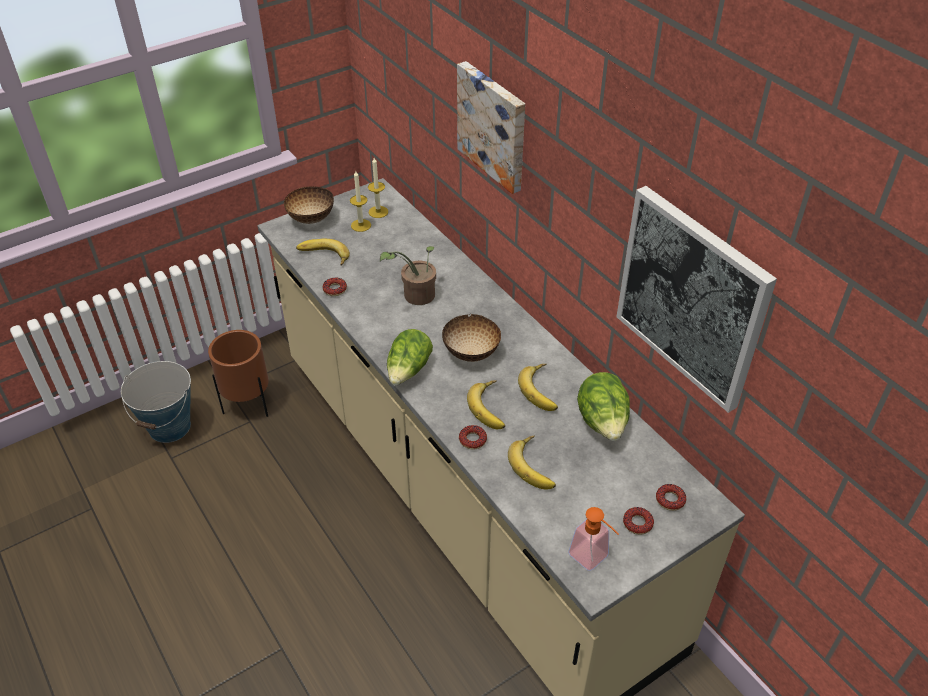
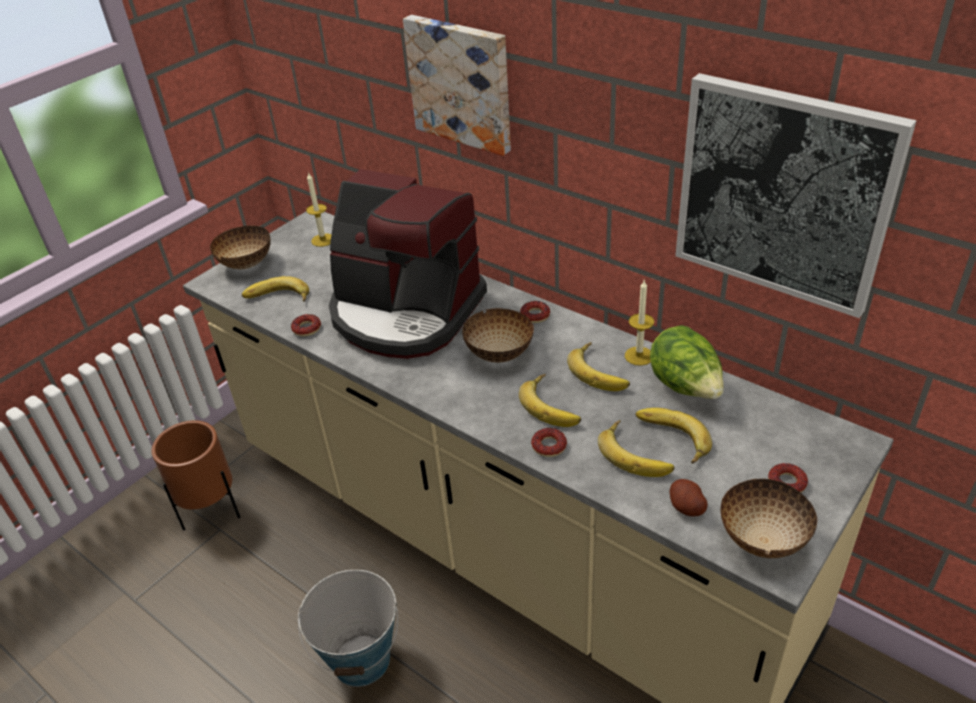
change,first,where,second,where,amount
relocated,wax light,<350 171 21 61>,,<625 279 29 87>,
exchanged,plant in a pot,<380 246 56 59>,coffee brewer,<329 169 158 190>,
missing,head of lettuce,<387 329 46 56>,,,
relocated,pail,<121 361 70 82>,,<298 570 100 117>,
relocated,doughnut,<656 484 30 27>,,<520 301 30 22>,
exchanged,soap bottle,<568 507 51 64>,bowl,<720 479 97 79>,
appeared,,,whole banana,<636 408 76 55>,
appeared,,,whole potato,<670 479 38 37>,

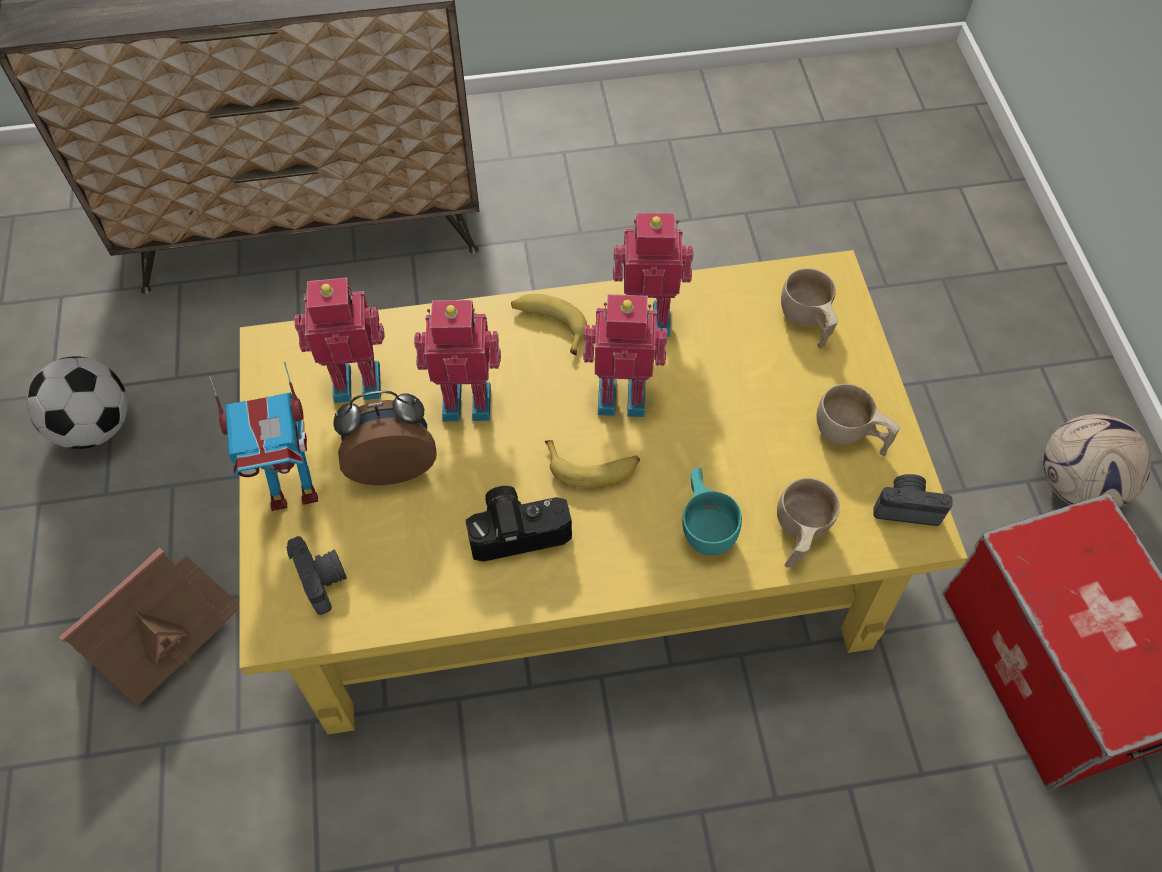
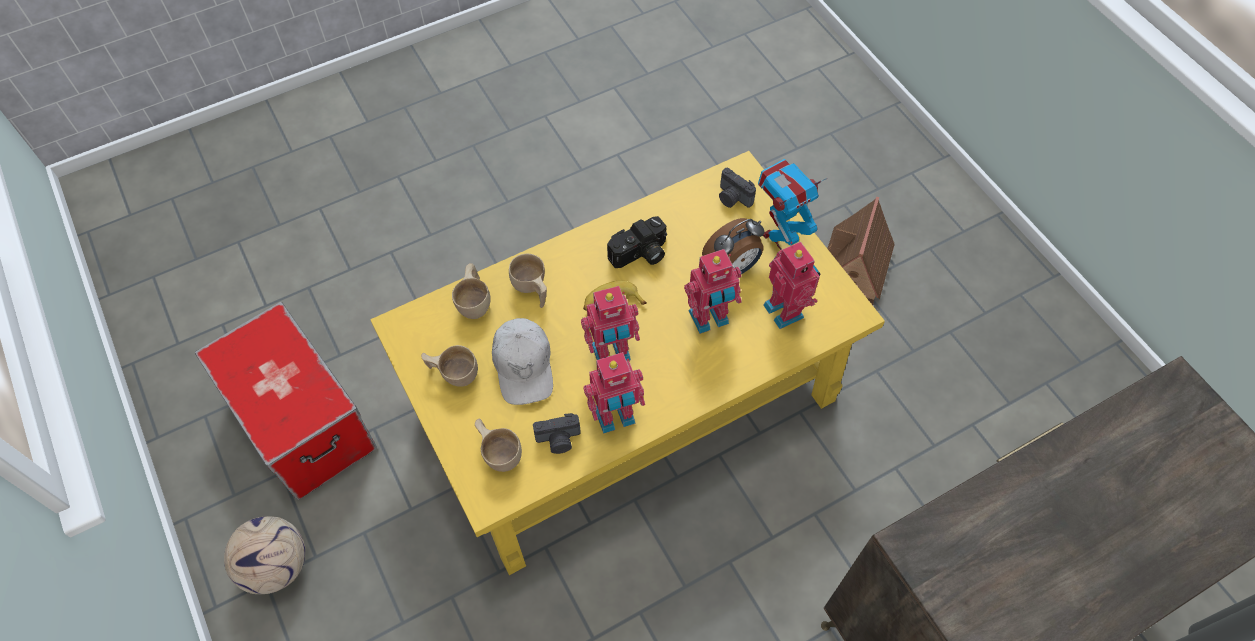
change,first,where,second,where,amount
spun,model robot,<294 277 90 126>,,<764 242 56 87>,90 degrees counterclockwise
missing,whole banana,<511 294 76 61>,,,
missing,ball for football,<27 356 101 93>,,,
colour,drinking cup (turquoise),<682 467 60 89>,drinking cup (sand-coloured),<509 254 38 54>,
relocated,still camera,<873 474 80 52>,,<533 413 48 41>,
appeared,,,cap (white),<492 318 61 87>,

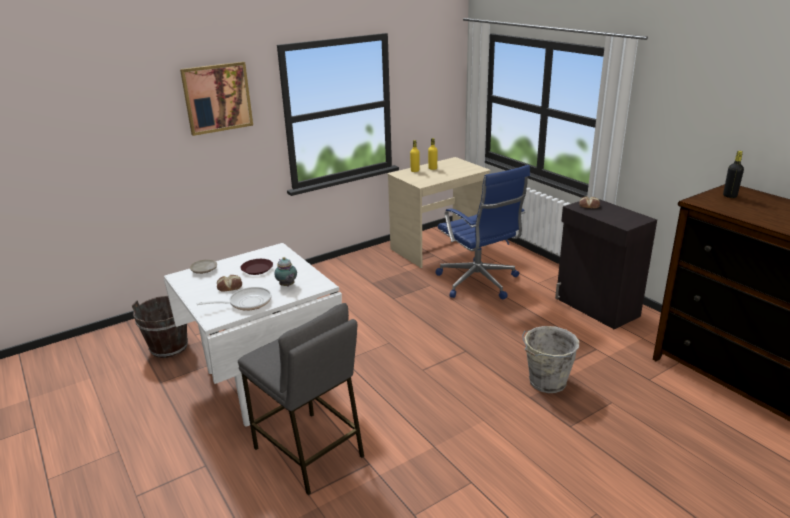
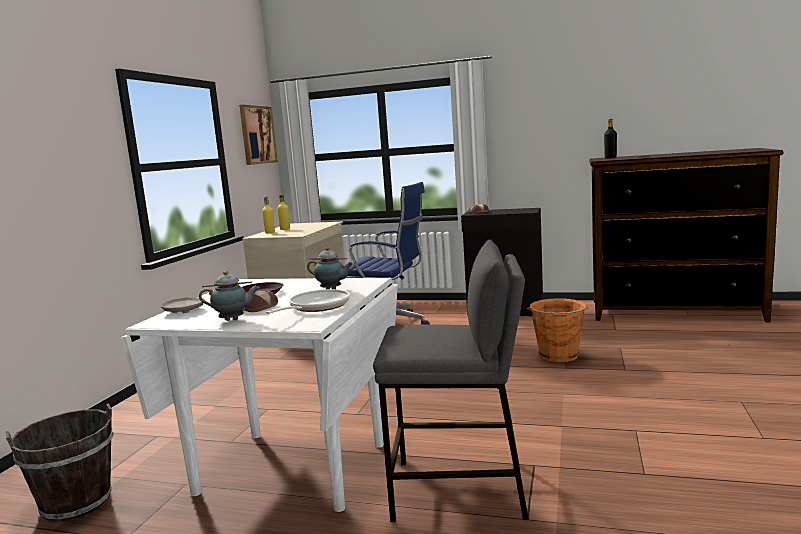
change,first,where,second,where,amount
relocated,wall art,<180 62 73 74>,,<239 105 39 60>,
colour,pail (gray),<522 326 57 67>,pail (orange-coloured),<527 298 62 64>,
appeared,,,pot for tea,<199 271 61 50>,

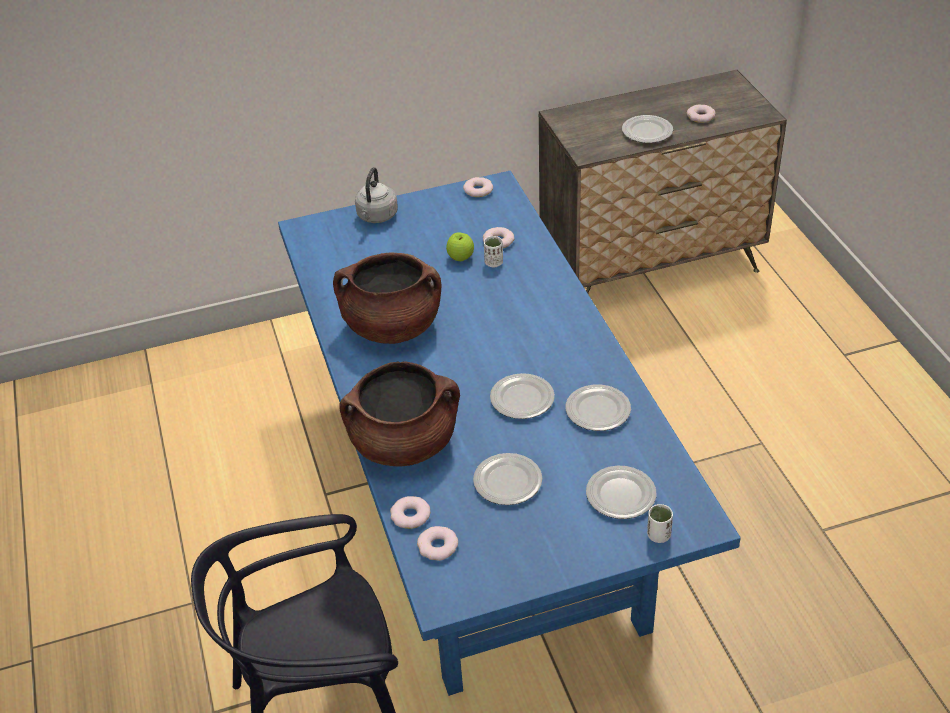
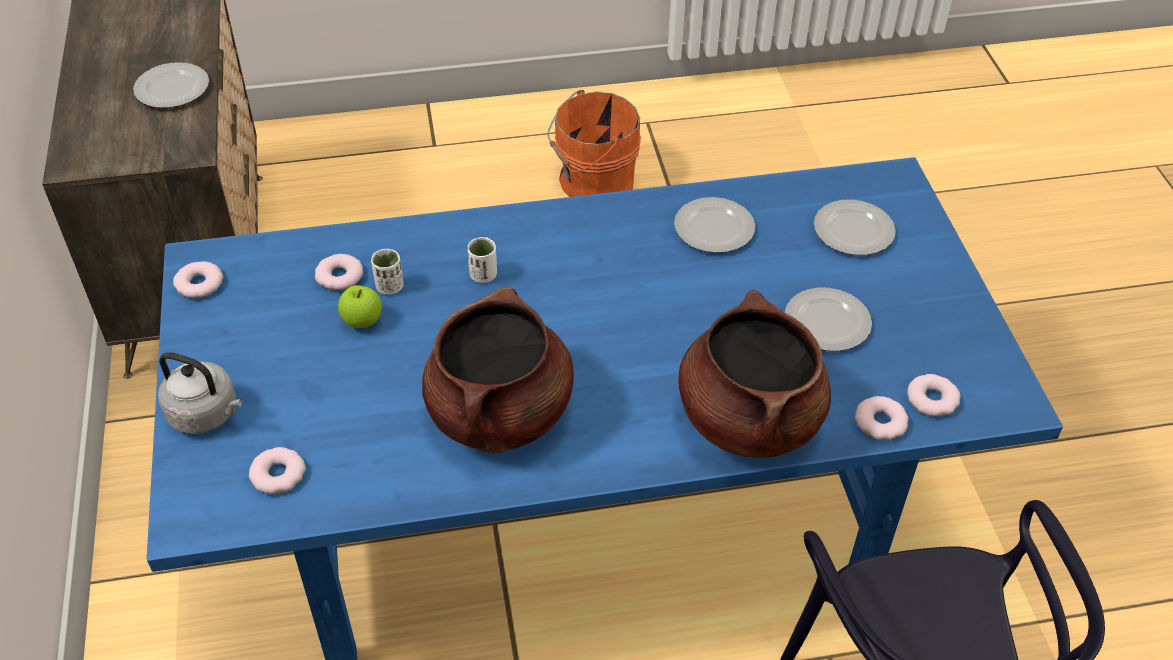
change,first,where,second,where,amount
relocated,doughnut,<687 105 29 18>,,<249 447 57 47>,
missing,plate,<490 373 65 46>,,,
relocated,drinking cup (white),<647 504 26 39>,,<467 237 30 46>,
appeared,,,pail (orange-coloured),<547 89 94 108>,

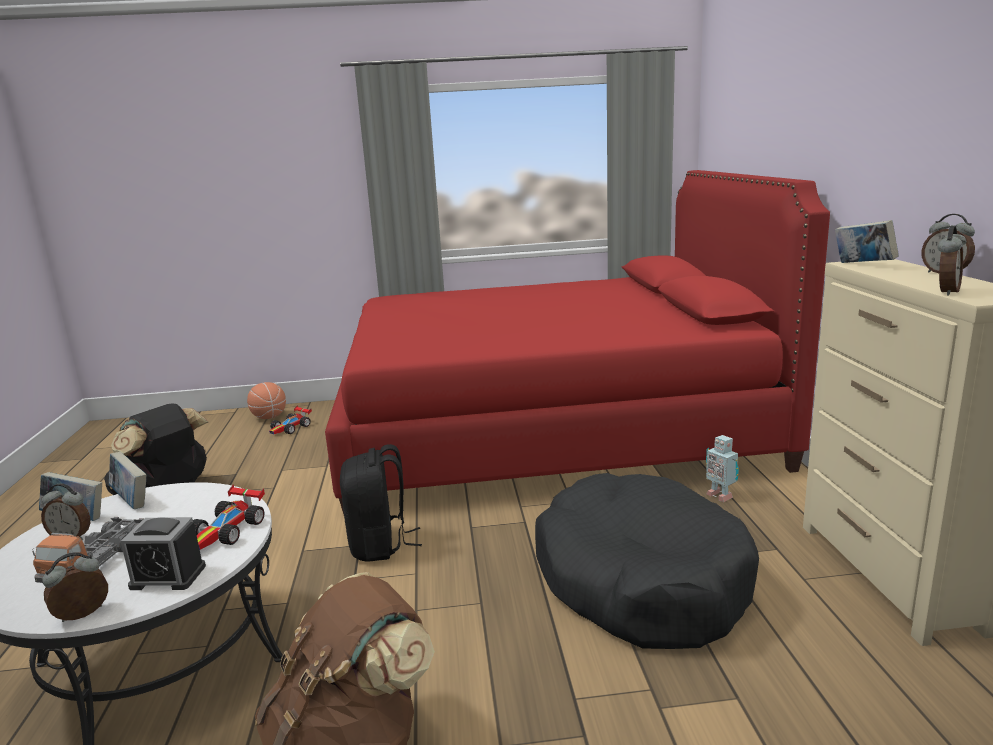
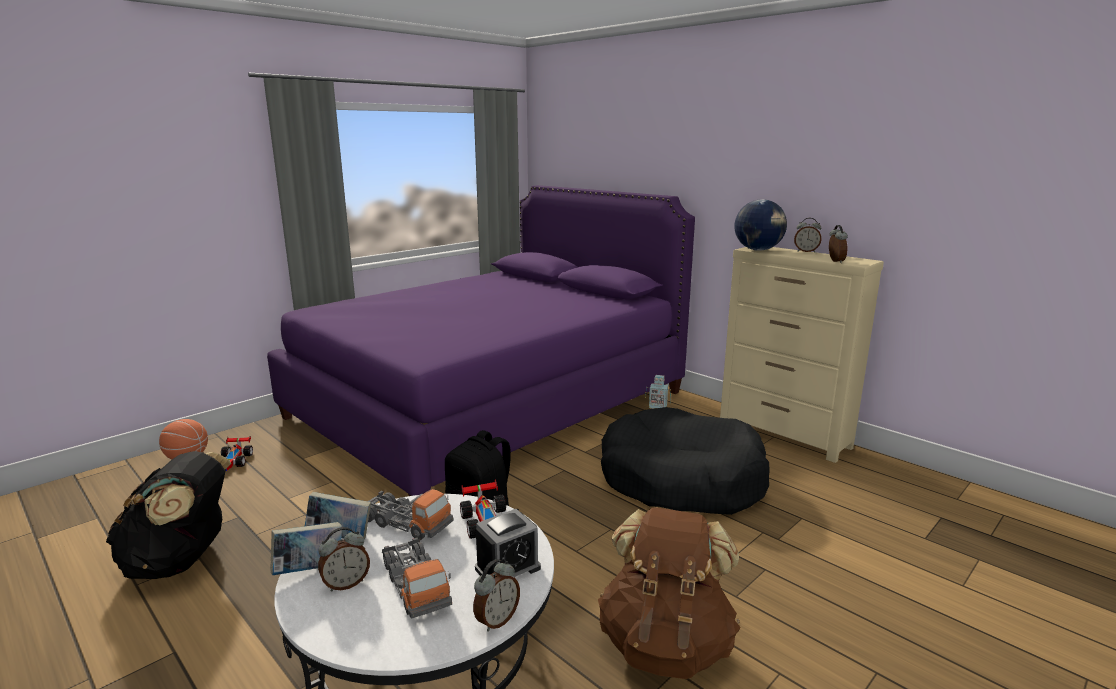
change,first,where,second,where,amount
colour,bed (reddish),<325 170 505 344>,bed (purplish),<267 185 428 311>,
exchanged,volume,<835 220 64 43>,world globe,<734 199 53 52>,
spun,bedside clock,<42 552 66 70>,,<473 559 47 73>,150 degrees counterclockwise
appeared,,,toy lorry,<368 489 86 51>,

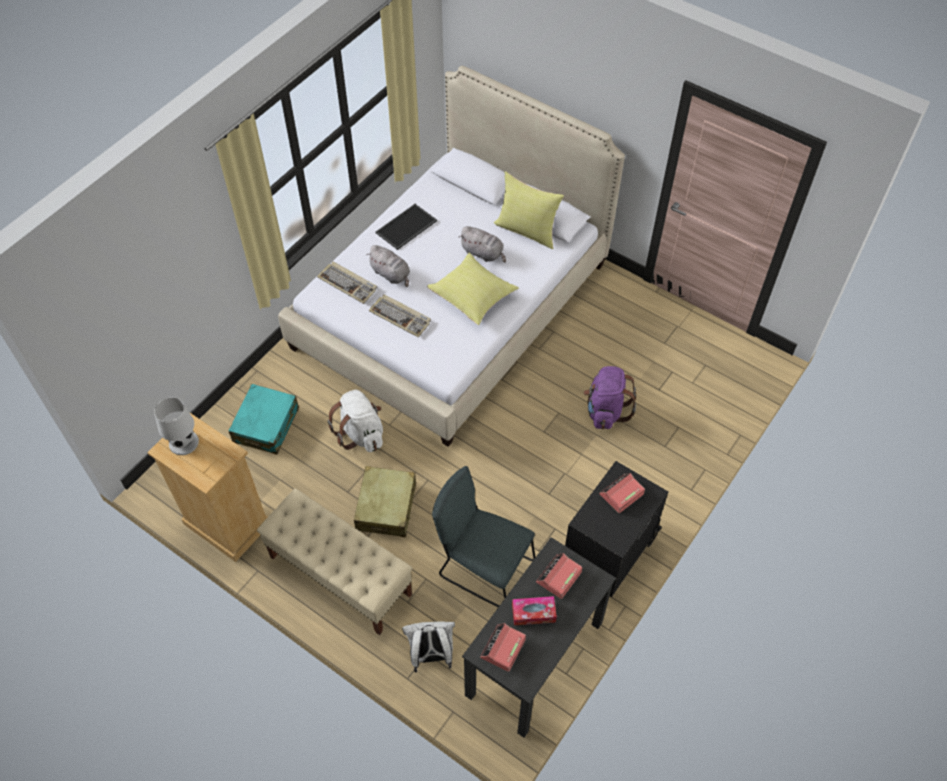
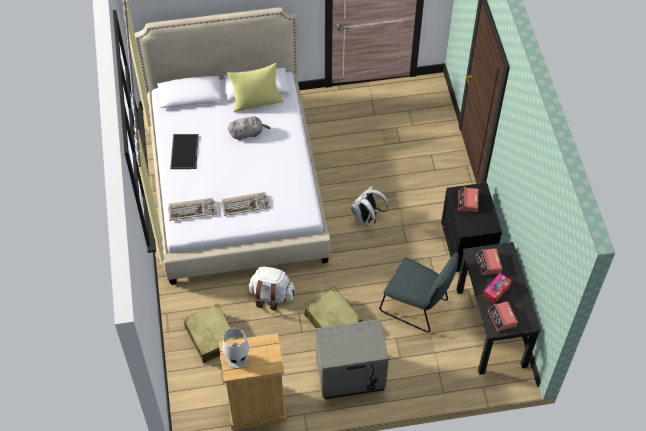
change,first,where,second,where,amount
missing,cuddly toy (gray),<366 245 44 42>,,,
missing,throw pillow (yellowish),<427 253 92 72>,,,
missing,knapsack (purplish),<584 366 52 63>,,,
colour,suitcase (turquoise),<229 384 70 71>,suitcase (sand-coloured),<183 304 54 59>,
spun,upright chair (gray),<432 466 104 141>,,<379 252 80 80>,135 degrees counterclockwise
exchanged,long seat (sand-coloured),<257 488 155 147>,nightstand (gray),<316 319 73 80>,
relocated,knapsack (white),<402 621 53 51>,,<351 186 37 40>,

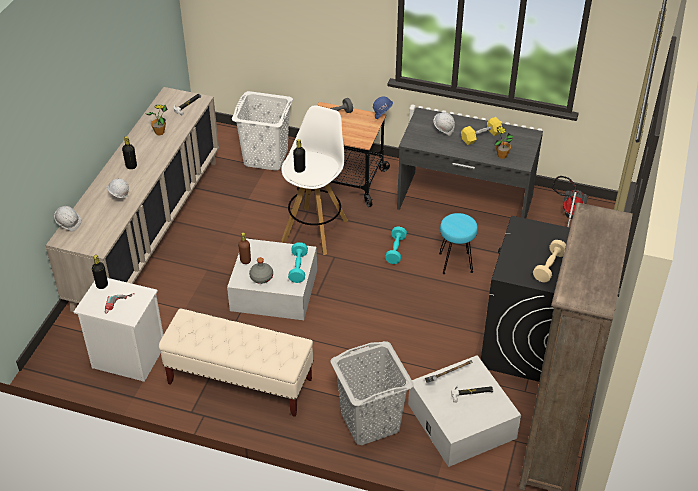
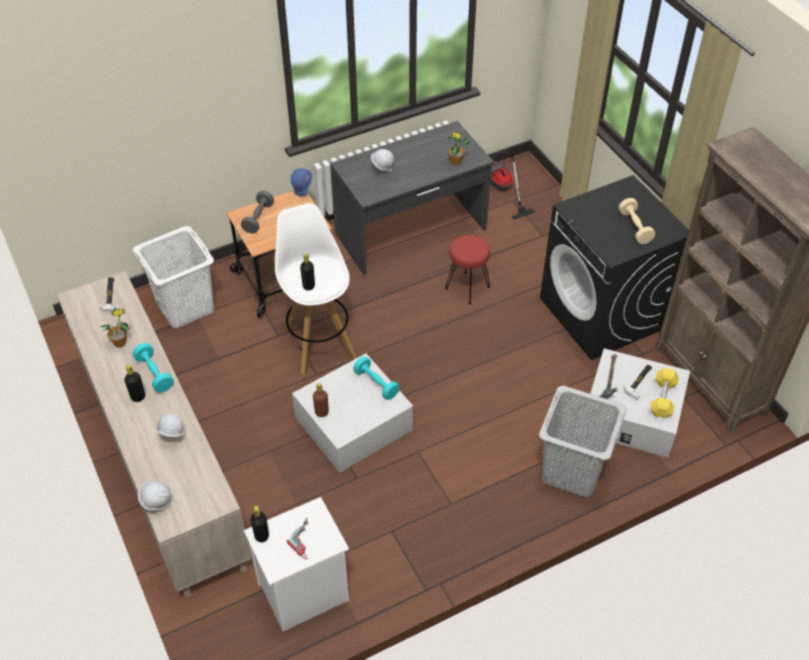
change,first,where,second,where,amount
relocated,hand weight (yellowish),<461 117 41 28>,,<650 368 29 50>,
colour,stool seat (turquoise),<439 213 39 61>,stool seat (reddish),<445 235 45 70>,
relocated,hand weight (turquoise),<385 227 22 37>,,<132 343 42 49>,
missing,drink bottle (gray),<249 257 24 27>,,,
missing,long seat (sand-coloured),<159 308 155 109>,,,

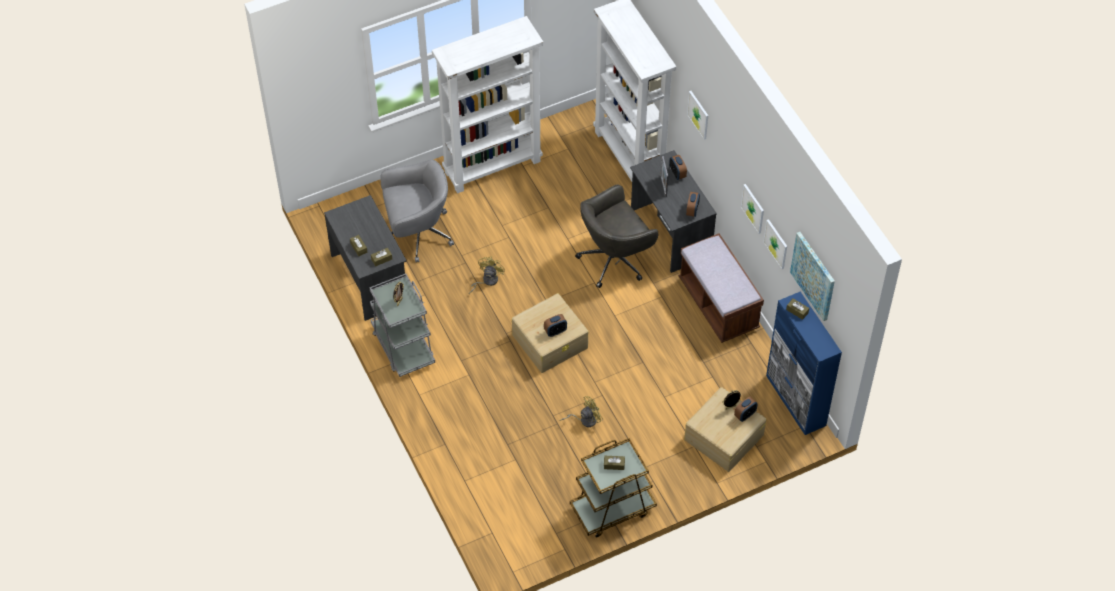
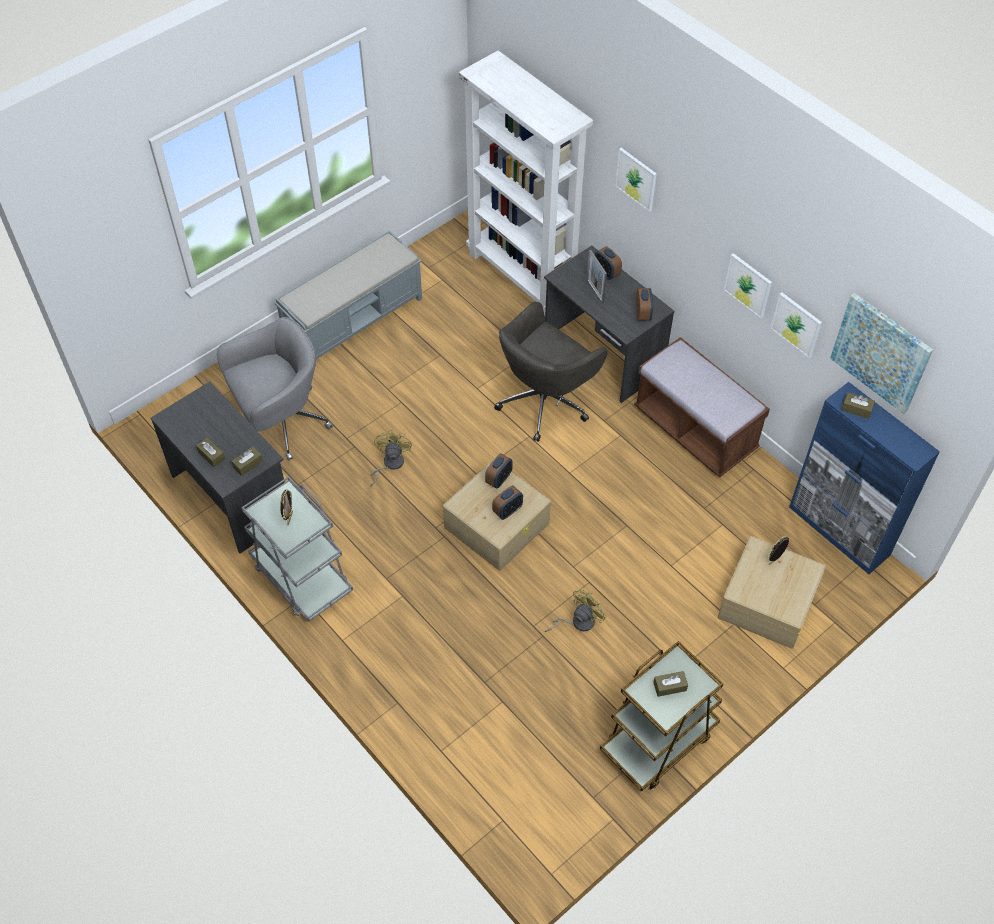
change,first,where,second,where,amount
exchanged,bookshelf (white),<432 16 111 177>,long seat (gray),<275 230 147 136>,
relocated,bedside clock,<734 397 24 25>,,<485 453 28 36>,

